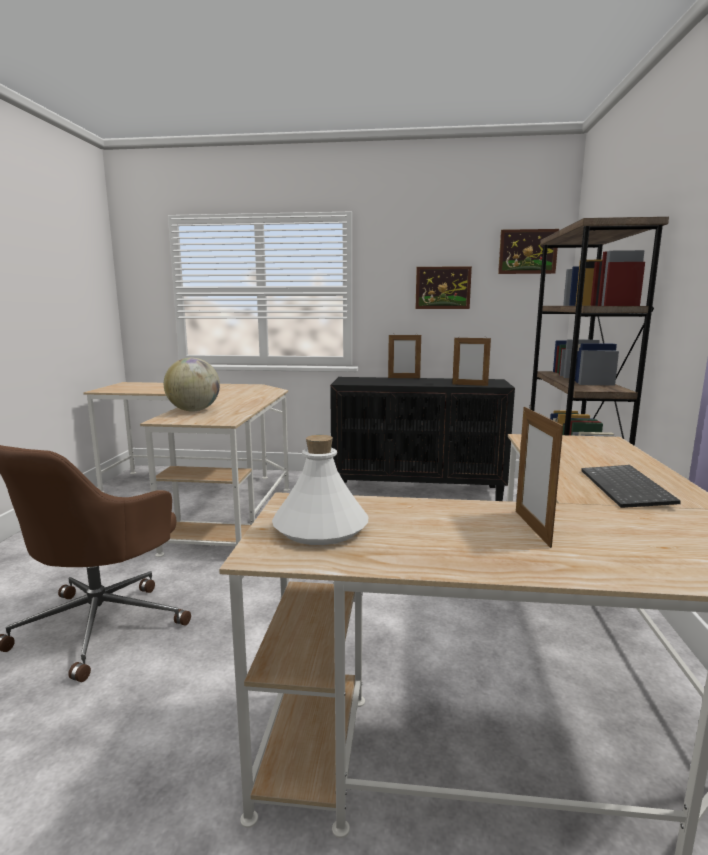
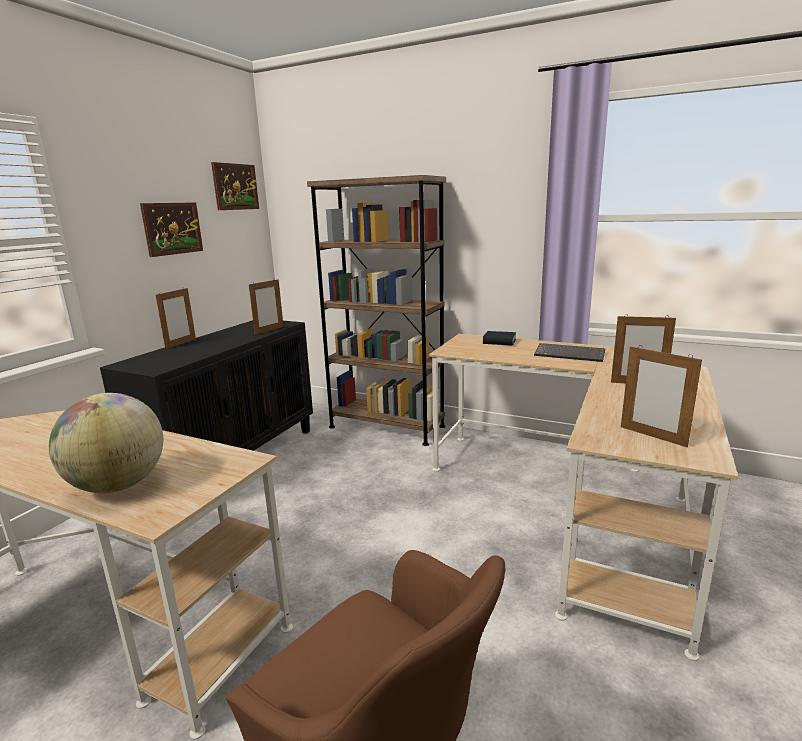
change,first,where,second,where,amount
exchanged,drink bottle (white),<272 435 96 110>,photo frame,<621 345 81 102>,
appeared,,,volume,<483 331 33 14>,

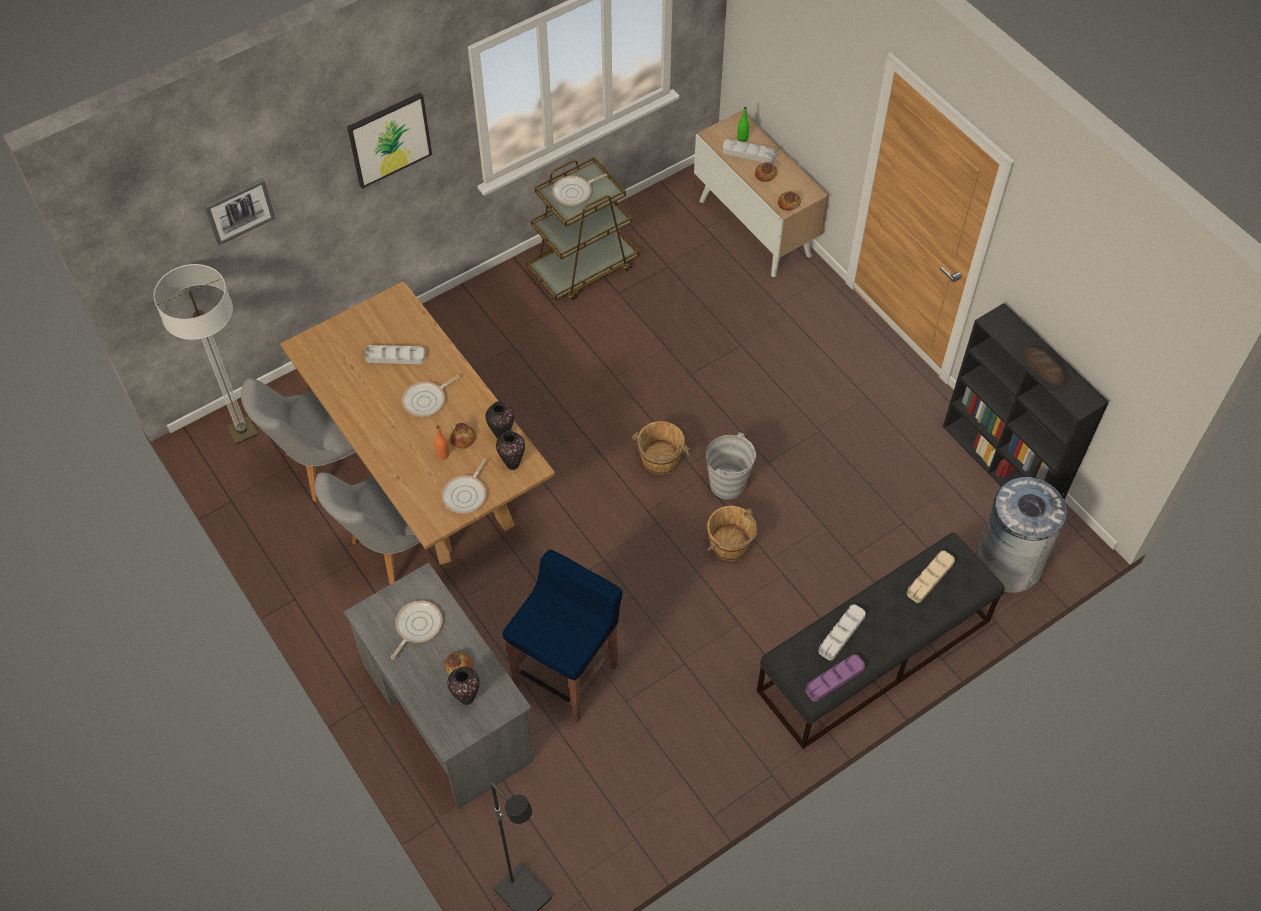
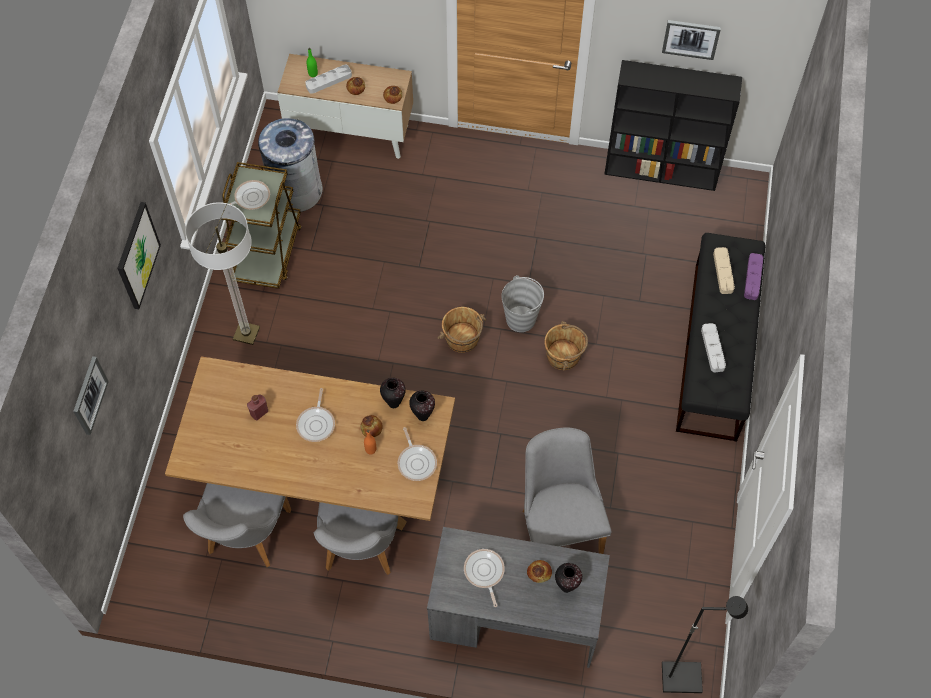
change,first,where,second,where,amount
spun,skillet,<552 174 55 32>,,<229 180 41 30>,135 degrees counterclockwise
relocated,standing lamp,<154 264 104 181>,,<185 202 75 143>,
exchanged,serving tray (gray),<364 345 62 19>,drink bottle (reddish),<247 395 21 25>,
missing,bakery bread,<1024 347 43 40>,,,
relocated,waste bin (gray),<976 477 91 116>,,<258 118 65 94>,
exchanged,stool seat (blue-coloured),<502 550 121 173>,upright chair (gray),<522 428 90 126>,
relocated,serving tray (purplish),<805 654 60 48>,,<744 253 19 47>,
appeared,,,wall art,<662 20 59 40>,

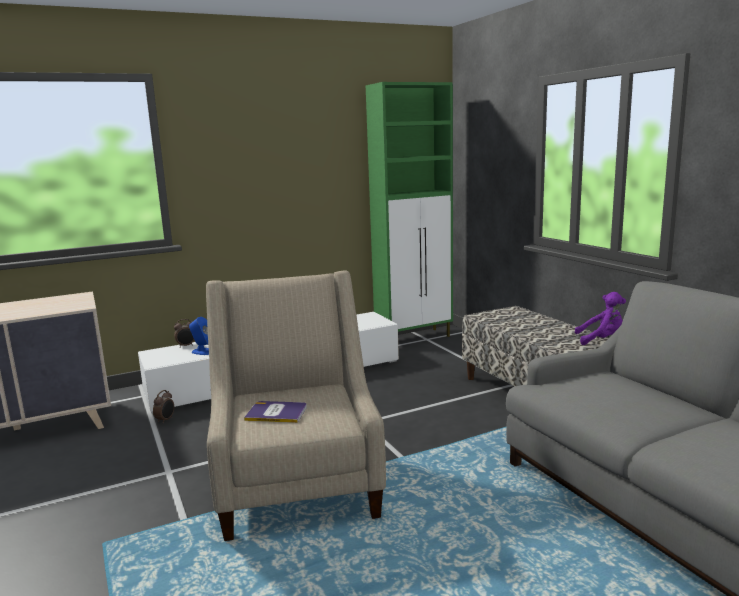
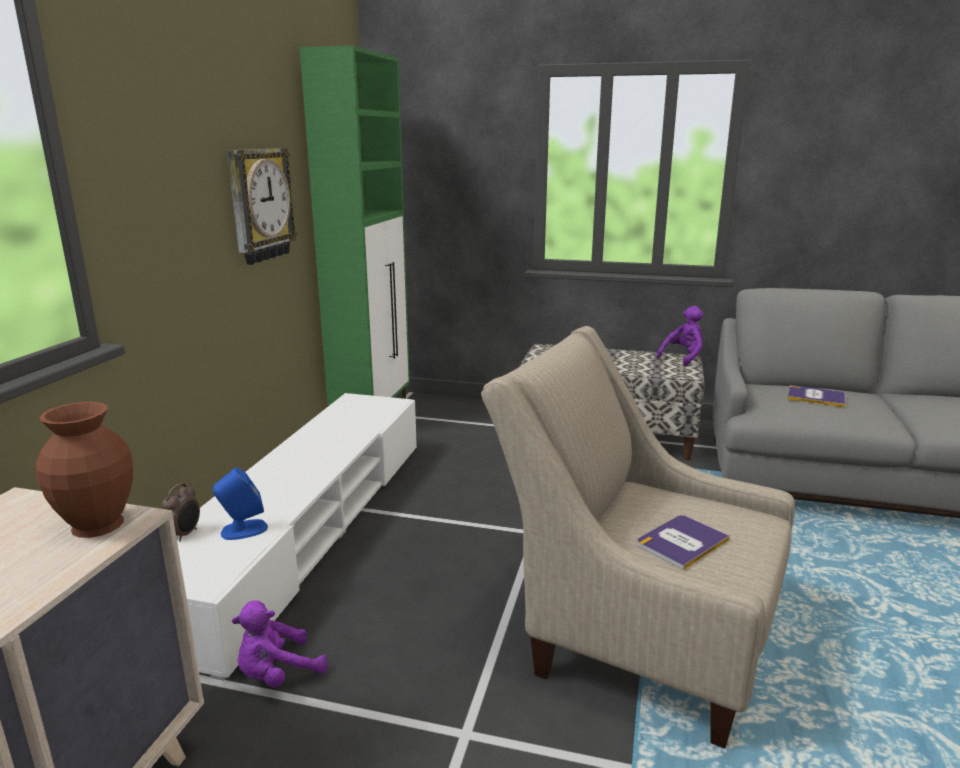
change,first,where,second,where,amount
exchanged,bedside clock,<153 390 21 33>,cuddly toy (purplish),<232 600 96 88>,
appeared,,,wall clock,<227 148 70 117>,
appeared,,,volume,<787 385 59 22>,
appeared,,,vase (brownish),<35 402 98 136>,

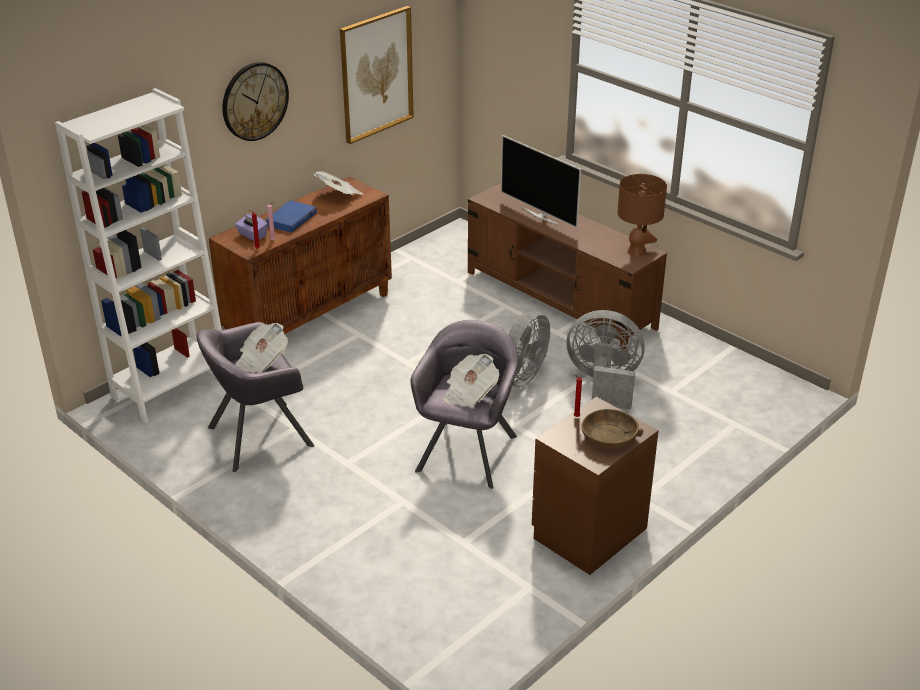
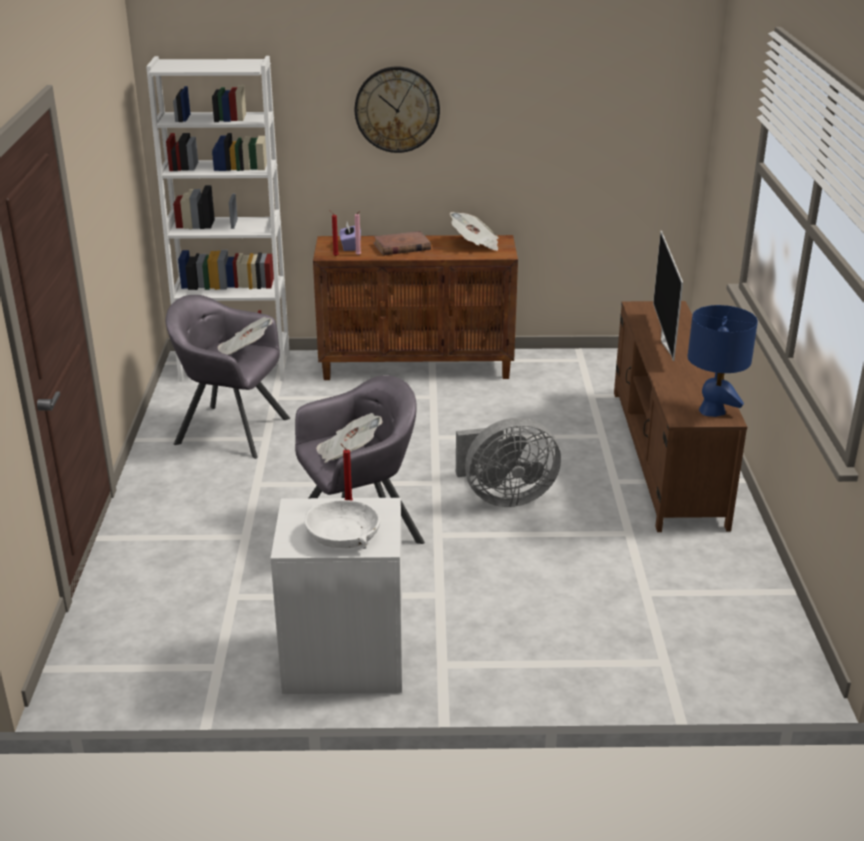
change,first,where,second,where,amount
missing,wall art,<340 6 74 138>,,,
colour,table lamp (brownish),<617 174 50 83>,table lamp (blue-coloured),<687 305 71 112>,
colour,volume (blue-coloured),<265 200 52 33>,volume (brownish),<373 231 58 25>,
missing,cooling fan (gray),<566 310 78 100>,,,
colour,nightstand (brownish),<532 397 127 178>,nightstand (white),<270 498 133 196>,
colour,bowl (brownish),<581 409 62 40>,bowl (white),<304 500 76 49>,

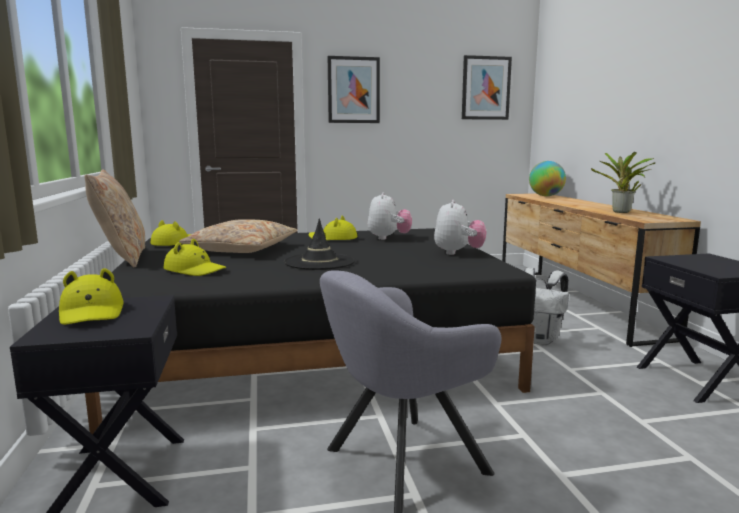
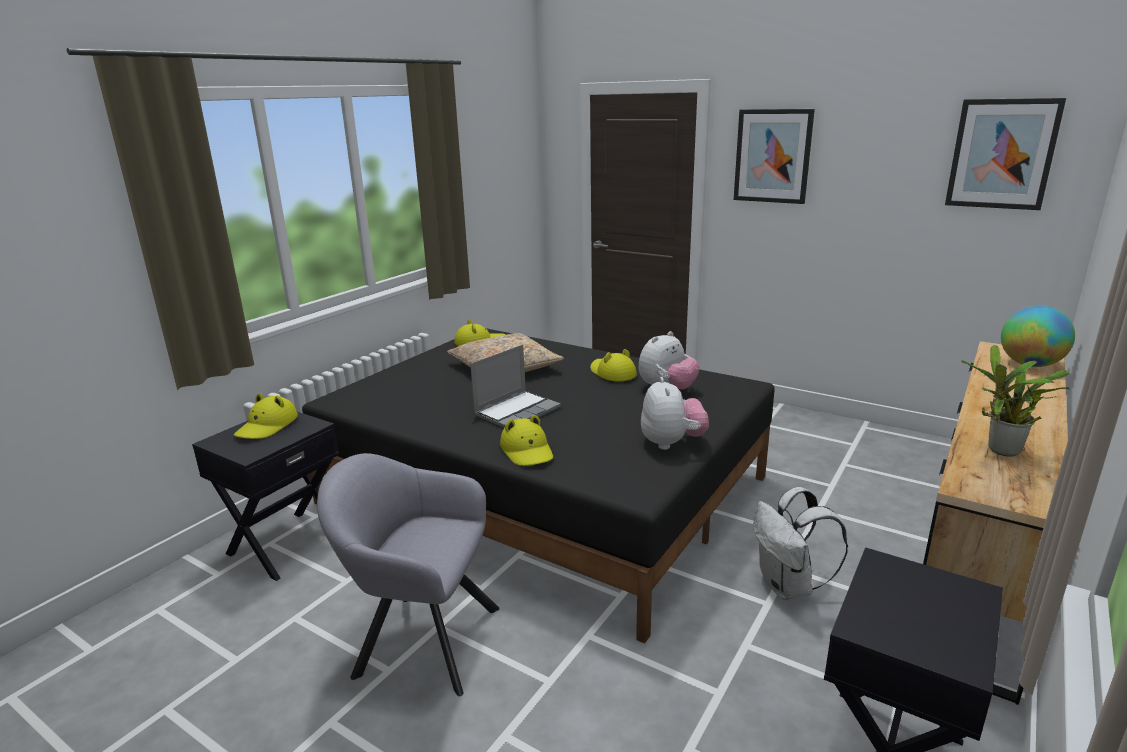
change,first,where,second,where,amount
missing,throw pillow (sand-coloured),<84 169 61 99>,,,
spun,cuddly toy,<434 200 52 55>,,<641 377 68 73>,60 degrees counterclockwise
exchanged,wearable hat (black),<284 219 72 51>,notebook computer,<470 345 91 82>,
relocated,wearable hat (yellowish),<164 239 62 37>,,<500 415 53 51>,

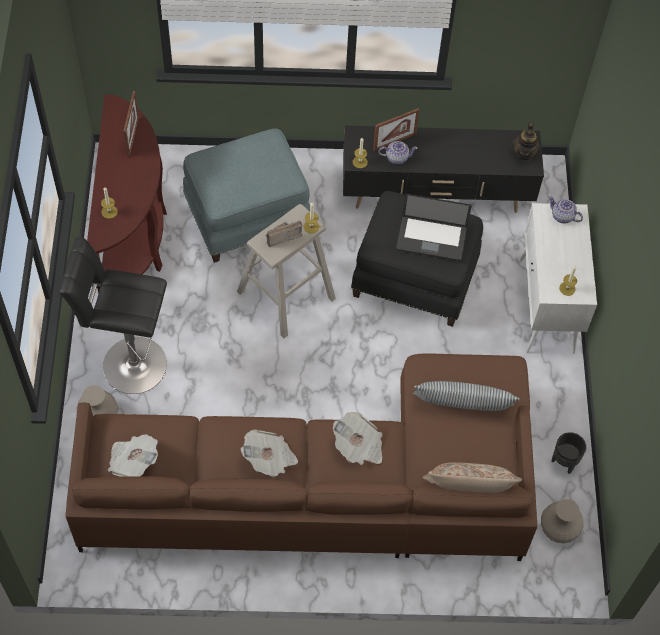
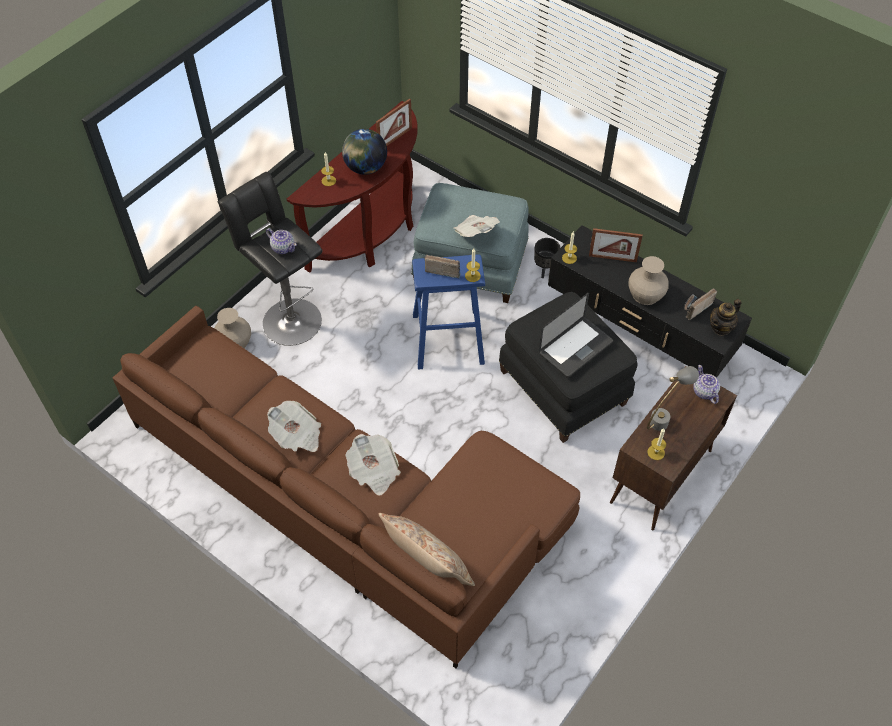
change,first,where,second,where,amount
relocated,pot for tea,<379 141 39 24>,,<266 228 31 26>,
spun,notebook computer,<396 194 76 67>,,<539 293 74 85>,90 degrees counterclockwise
colour,storage cabinet (white),<520 203 77 151>,storage cabinet (brownish),<610 366 127 164>,
colour,stool seat (sand-coloured),<237 204 99 134>,stool seat (blue-coloured),<412 254 73 116>,
missing,throw pillow,<413 381 107 30>,,,
relocated,planter (black),<552 432 34 42>,,<534 238 26 40>,
relocated,printed paper,<108 434 50 42>,,<453 215 47 22>,
relocated,vase (sand-coloured),<541 499 43 44>,,<629 256 40 49>,
appeared,,,world globe,<342 129 45 46>,
appeared,,,radio,<684 288 33 32>,
appeared,,,table lamp (gray),<647 366 52 65>,

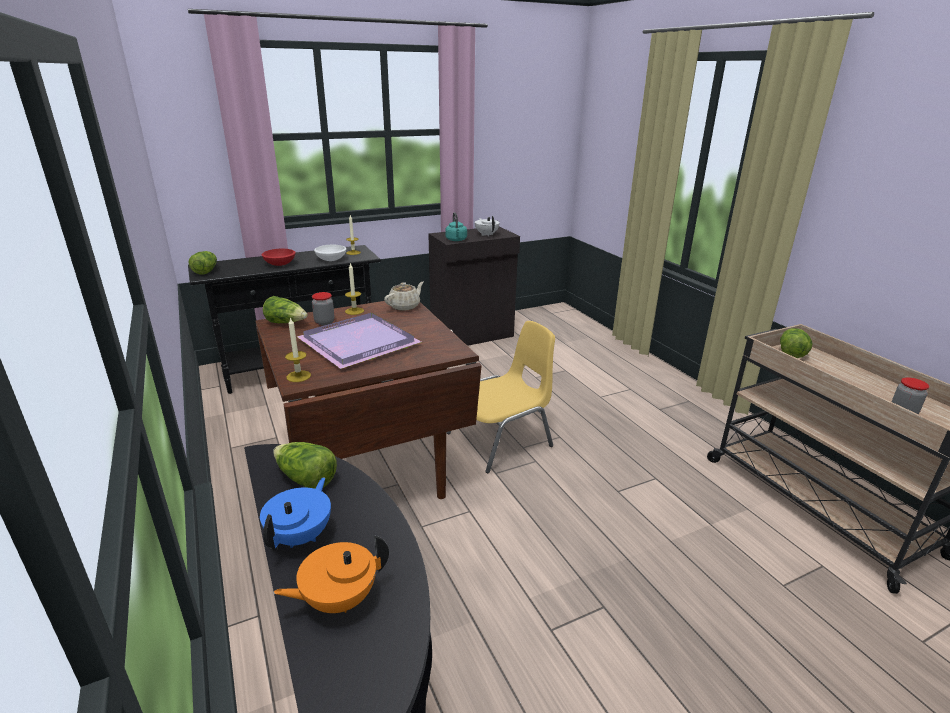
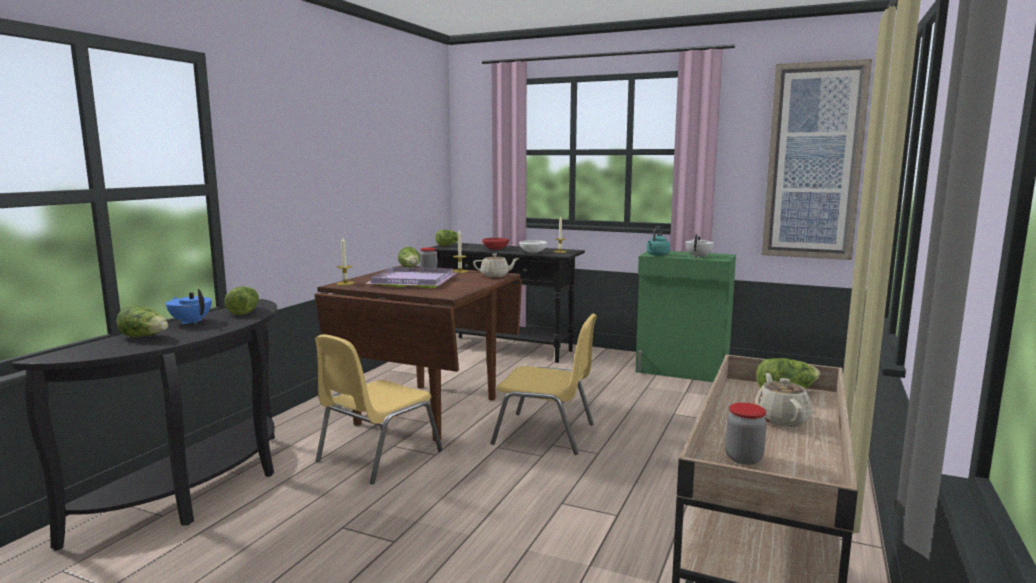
change,first,where,second,where,amount
colour,storage cabinet (black),<428 226 92 120>,storage cabinet (green-coloured),<636 251 100 131>,
spun,pot for tea (blue-coloured),<260 477 71 73>,,<166 289 46 35>,120 degrees counterclockwise
exchanged,pot for tea (orange-coloured),<274 535 115 78>,head of lettuce,<116 305 52 32>,
appeared,,,wall art,<762 59 110 201>,
appeared,,,upright chair (yellowish),<315 334 128 150>,
appeared,,,pot for tea (sand-coloured),<754 373 58 54>,

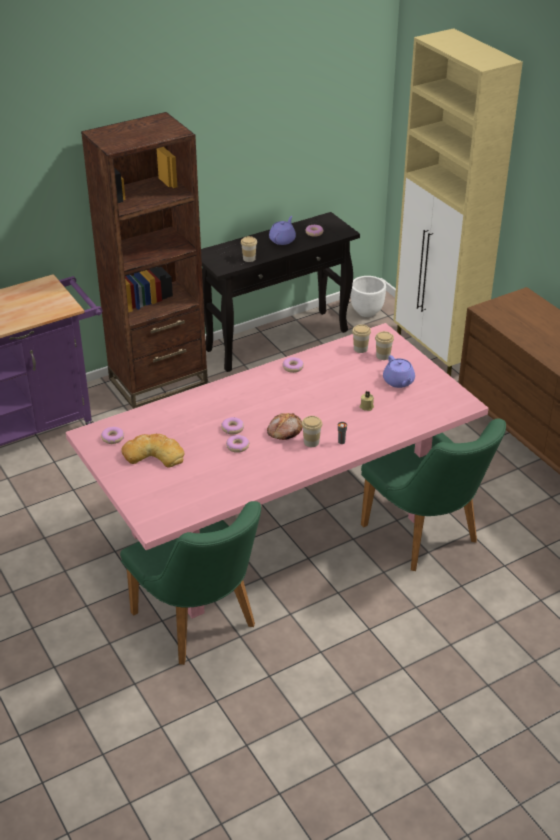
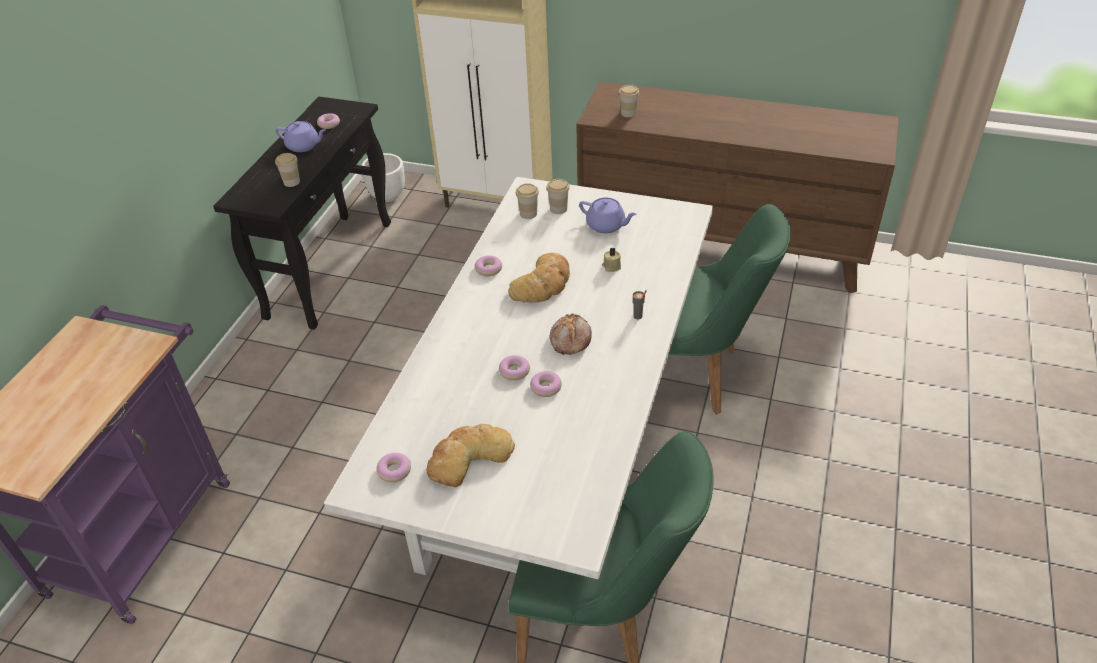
change,first,where,second,where,amount
missing,bookshelf (brownish),<81 112 127 297>,,,
spun,pot for tea (purplish),<269 216 27 29>,,<275 121 51 31>,120 degrees clockwise
colour,kitchen table (pink),<66 323 423 295>,kitchen table (white),<324 177 389 402>,
relocated,drinking cup,<302 416 20 31>,,<619 85 20 32>,
appeared,,,bakery bread,<508 253 62 50>,

